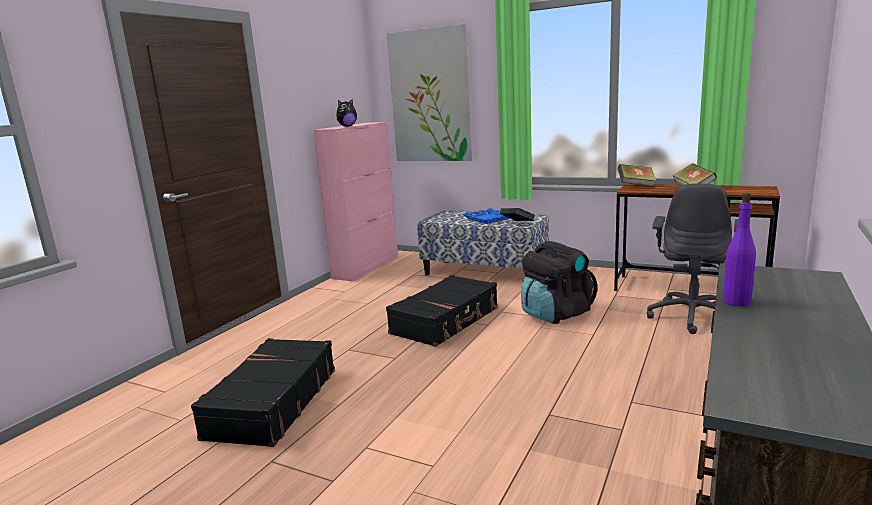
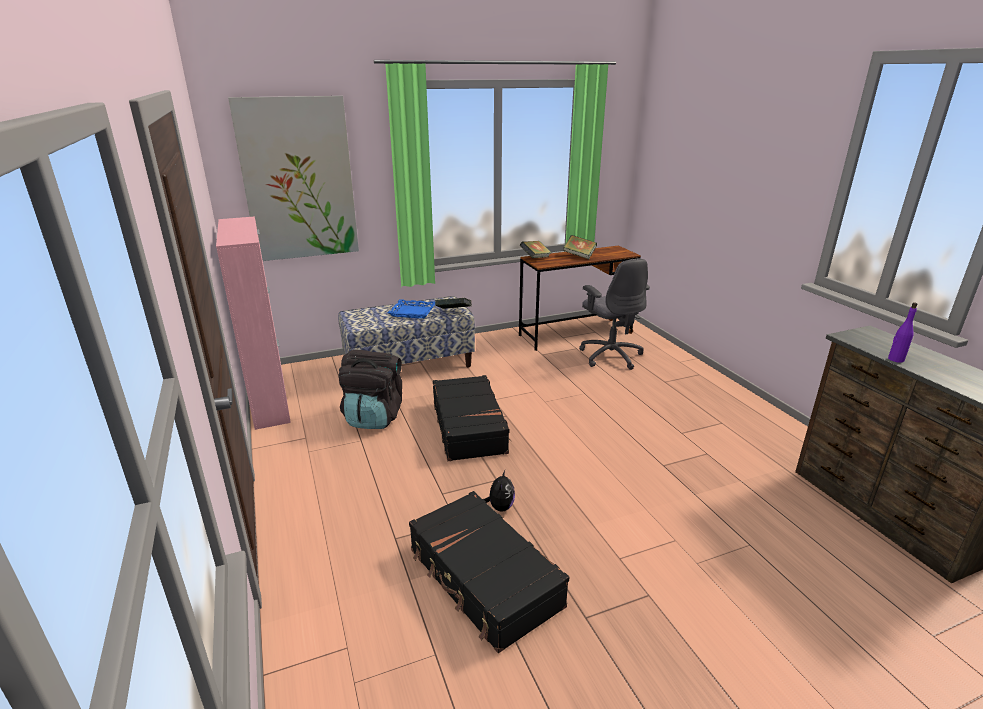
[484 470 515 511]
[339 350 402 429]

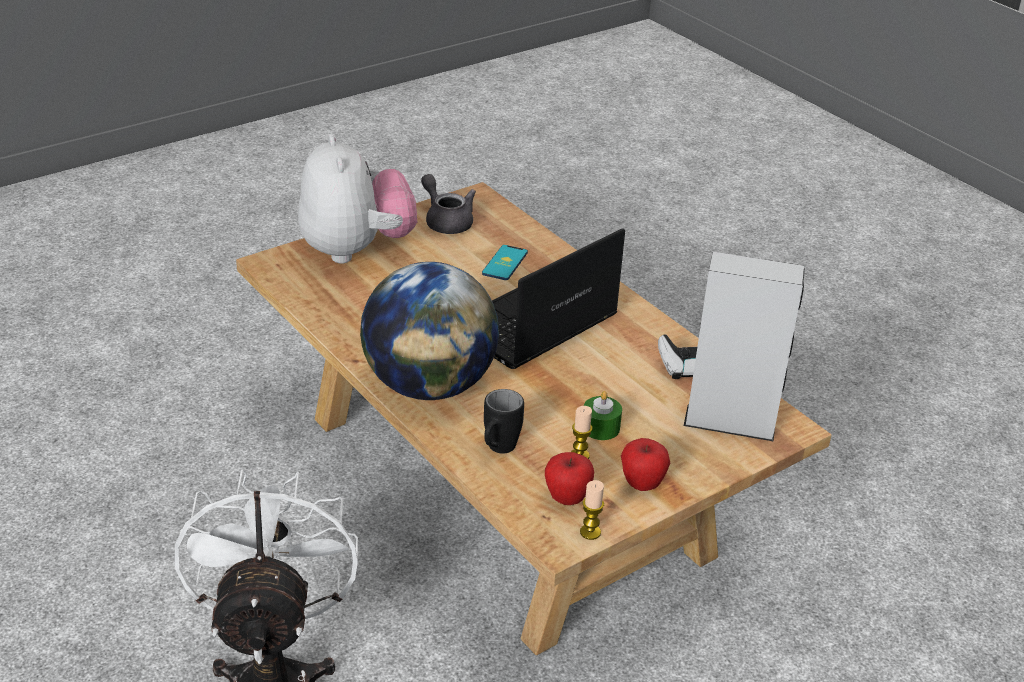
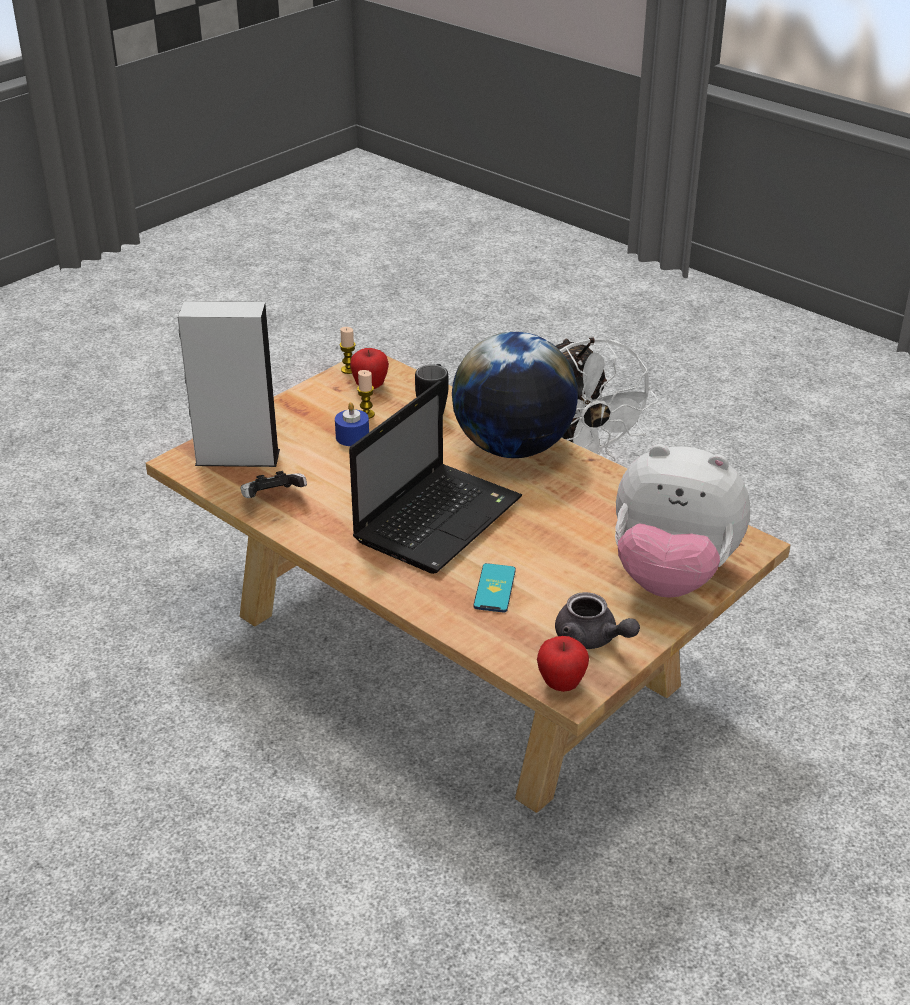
[615 444 750 598]
[335 402 369 446]
[537 636 589 692]

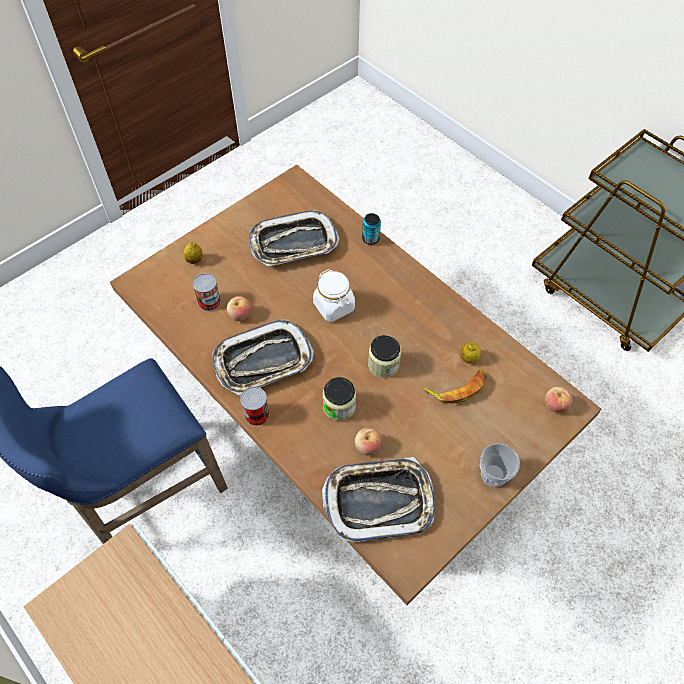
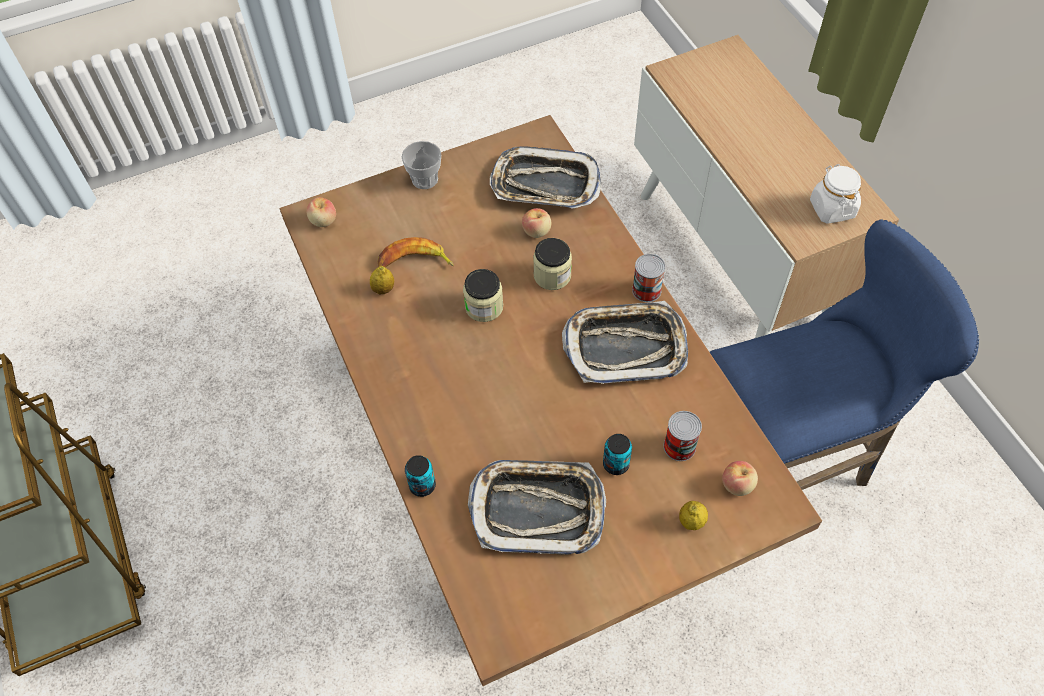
[810 164 861 224]
[722 461 758 496]
[603 434 632 475]

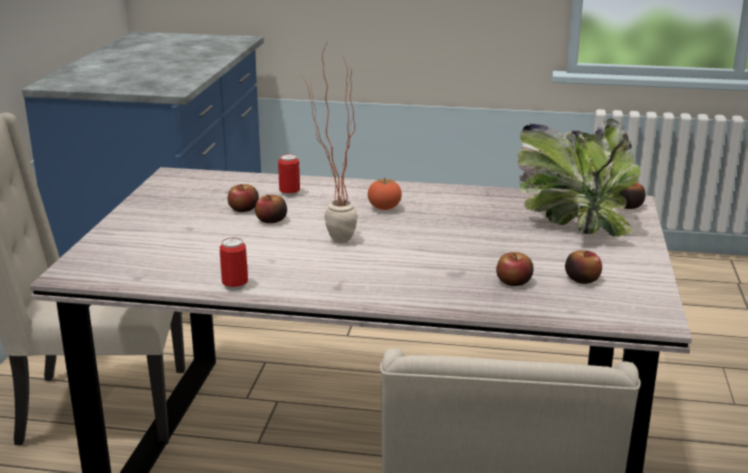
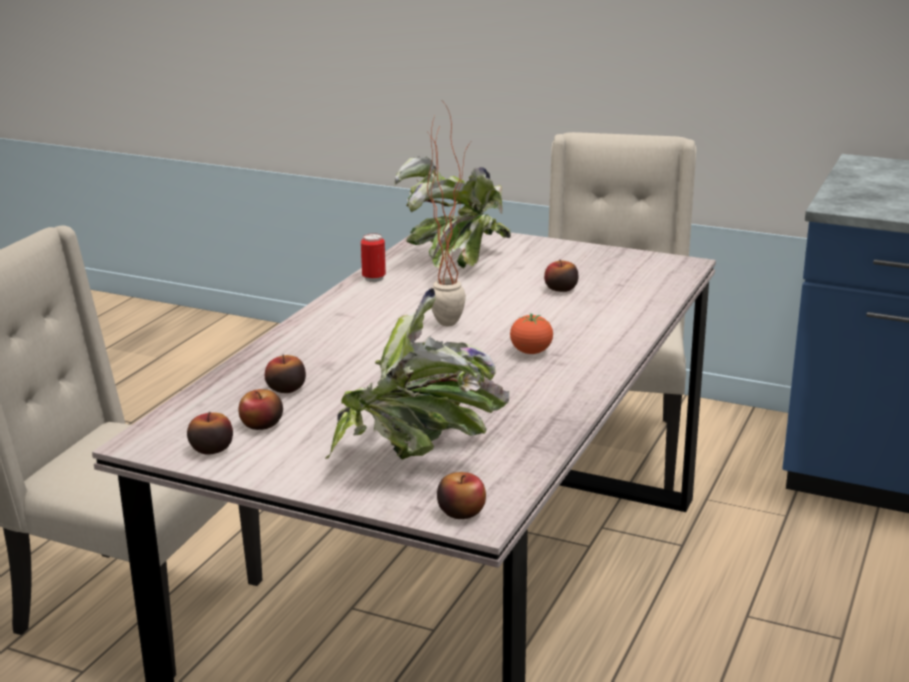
[278 154 300 197] (first image)
[187 412 233 455]
[395 156 511 269]

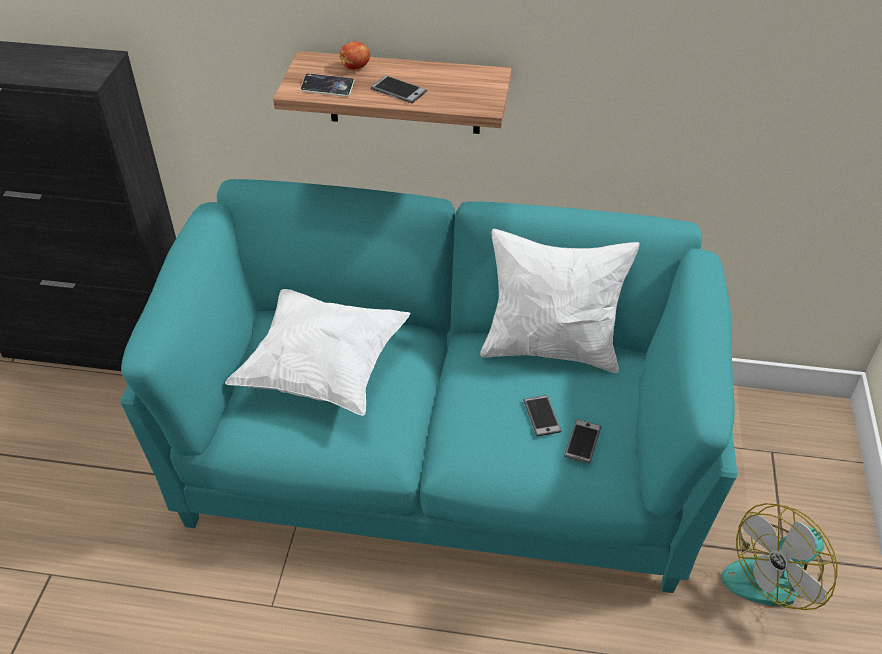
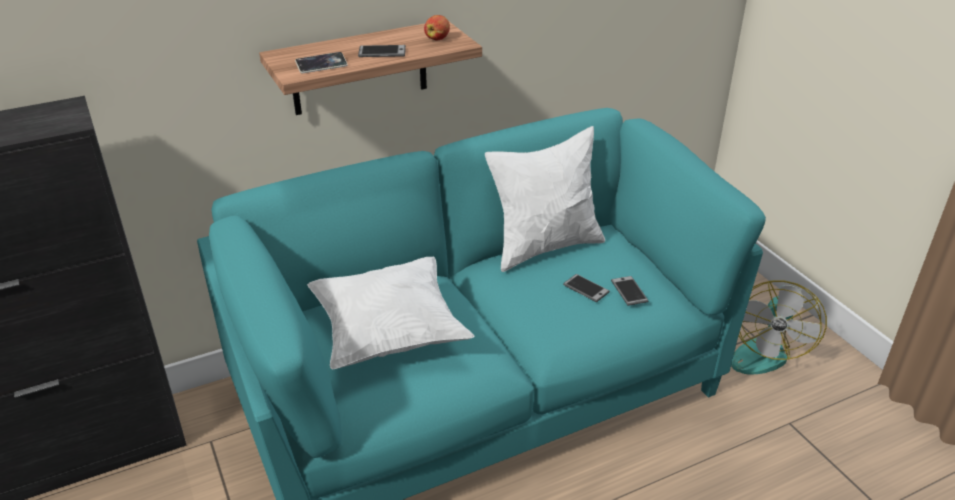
[424 15 450 40]

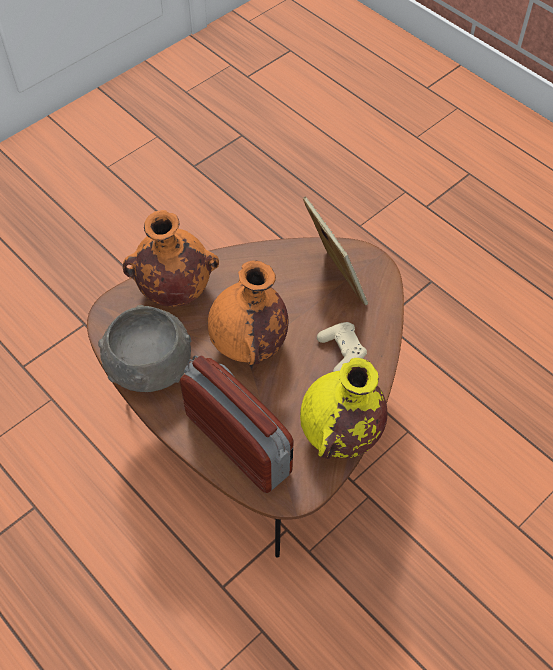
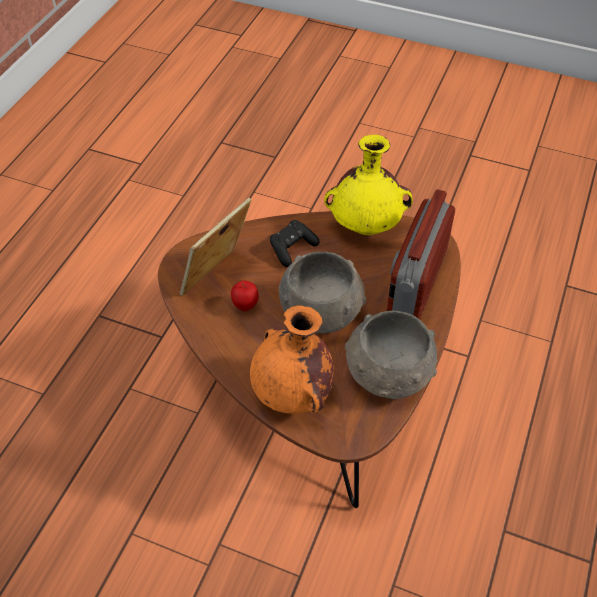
[279 252 366 333]
[270 220 320 267]
[231 281 259 311]

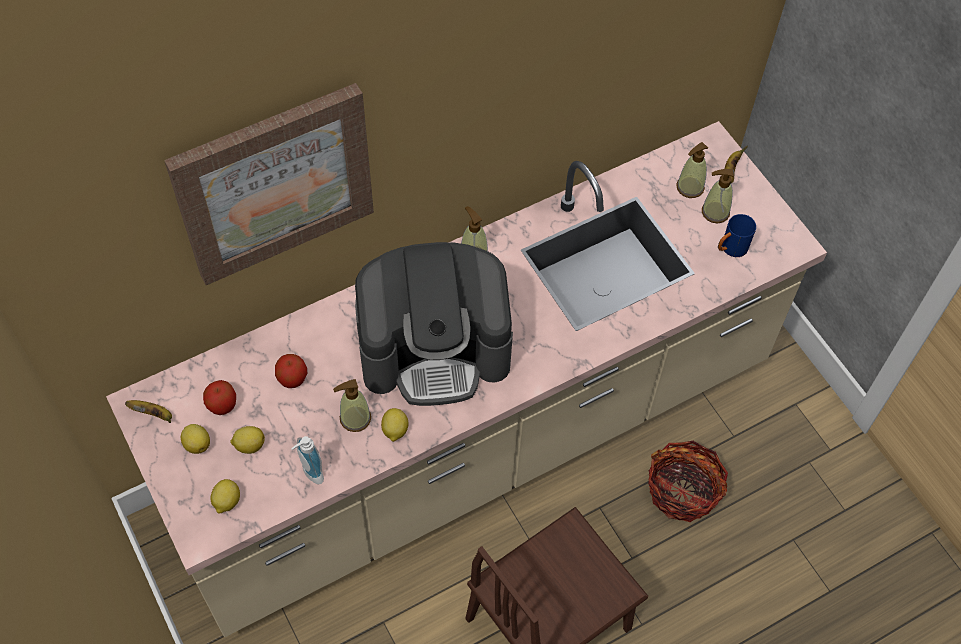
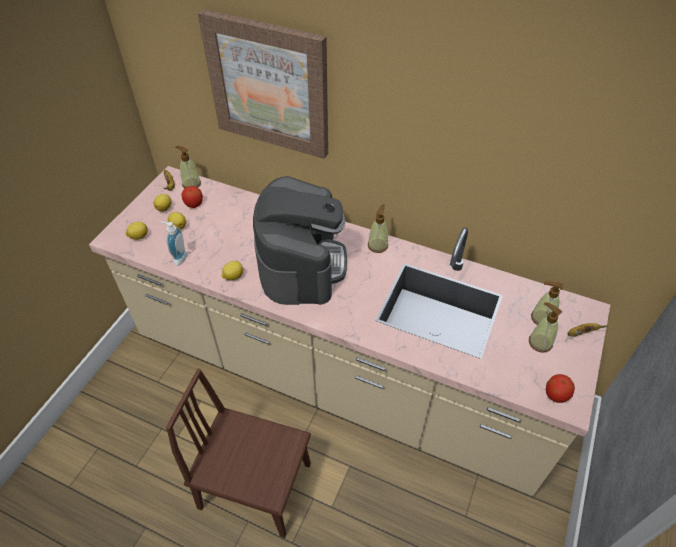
[718 214 756 257] (first image)
[253 176 347 305]
[546 374 575 403]
[175 146 201 188]
[648 441 728 522] (first image)

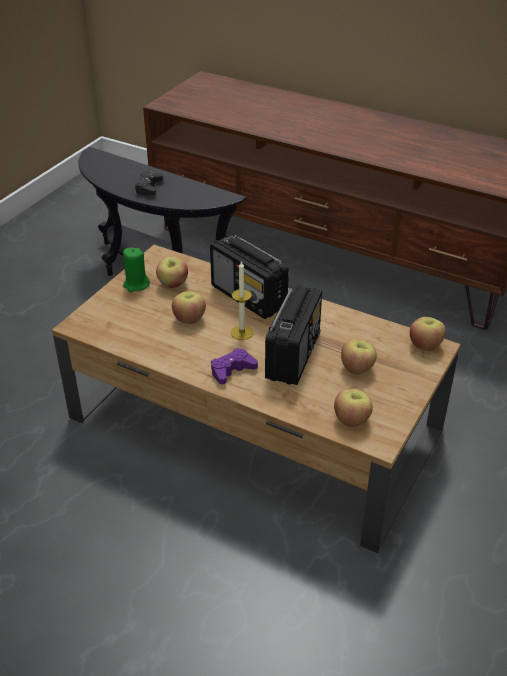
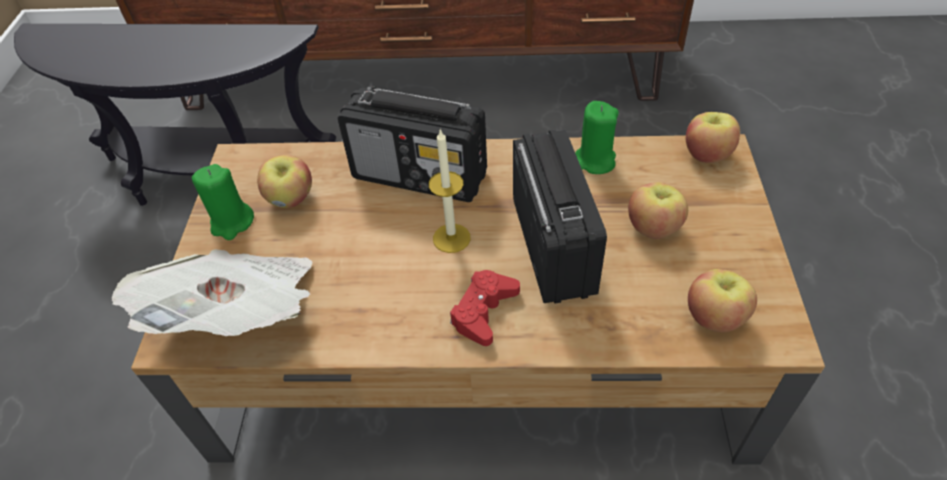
[135 171 163 196] (first image)
[172 291 206 324] (first image)
[450 270 520 346]
[575 101 619 174]
[112 249 313 336]

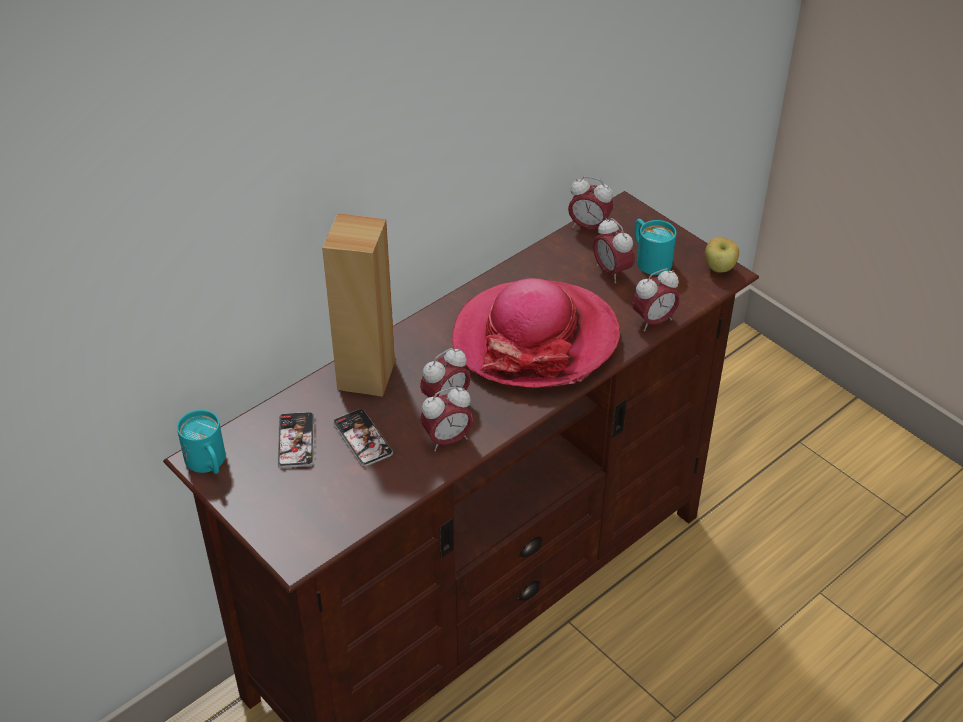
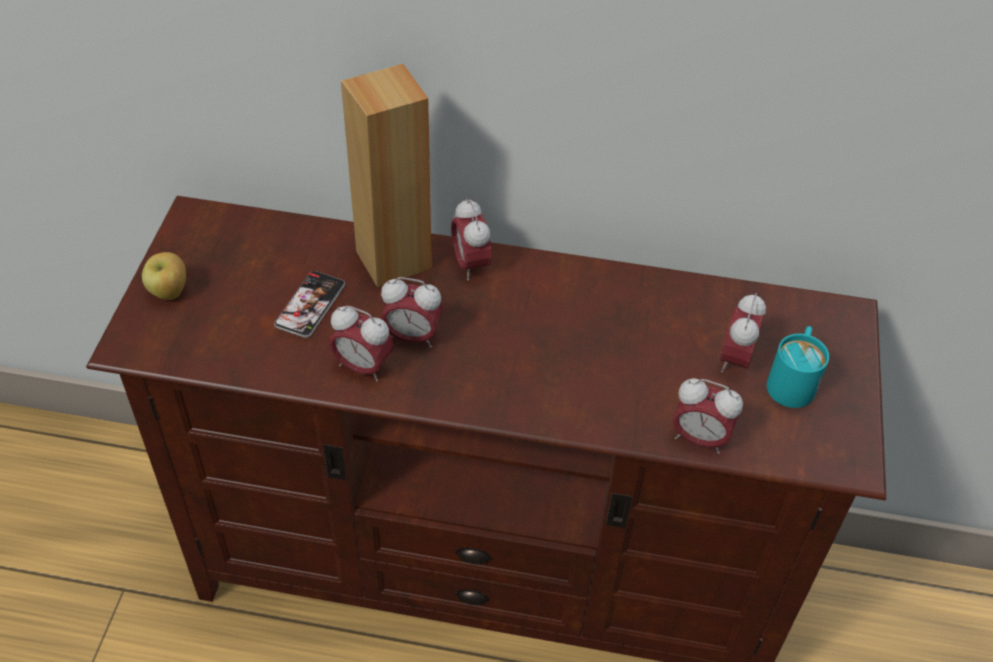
[451 198 492 281]
[142 252 186 300]
[451 278 620 388] (first image)
[177 410 226 474] (first image)
[278 412 314 468] (first image)

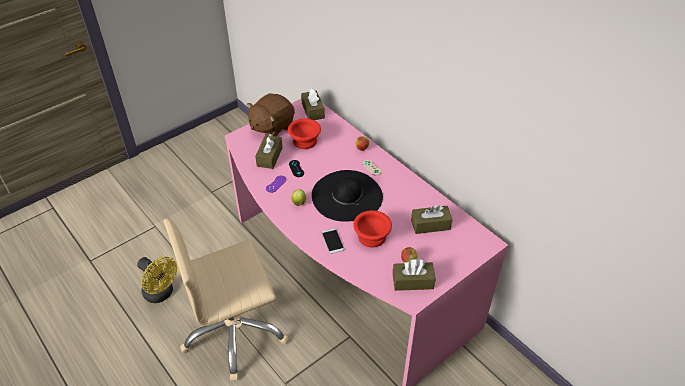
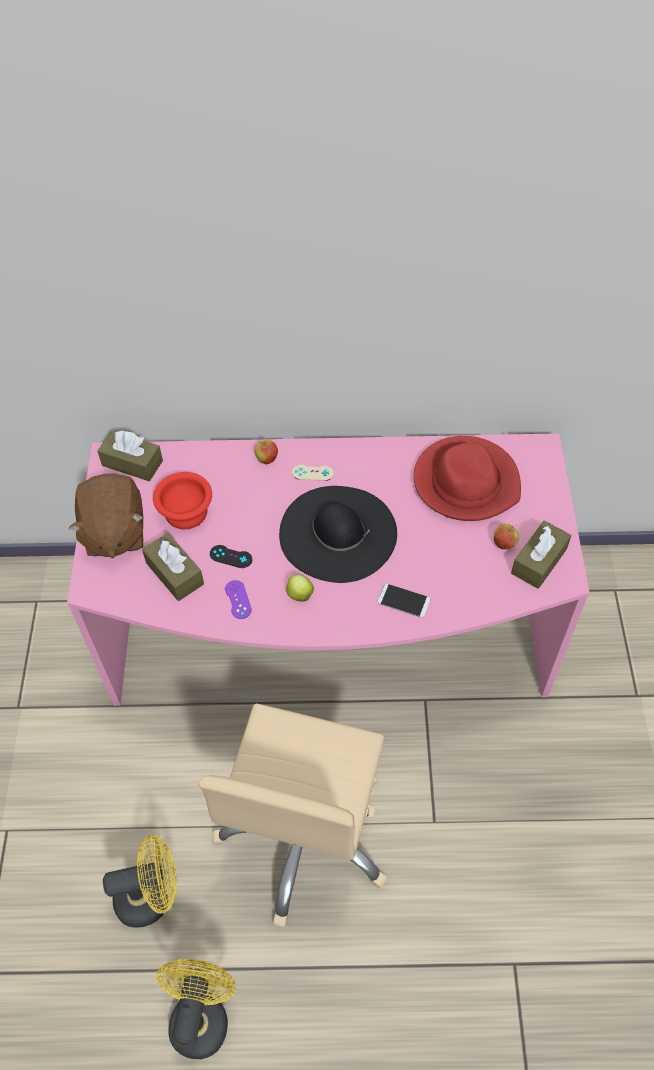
[414 436 521 521]
[353 210 392 247] (first image)
[156 959 236 1059]

